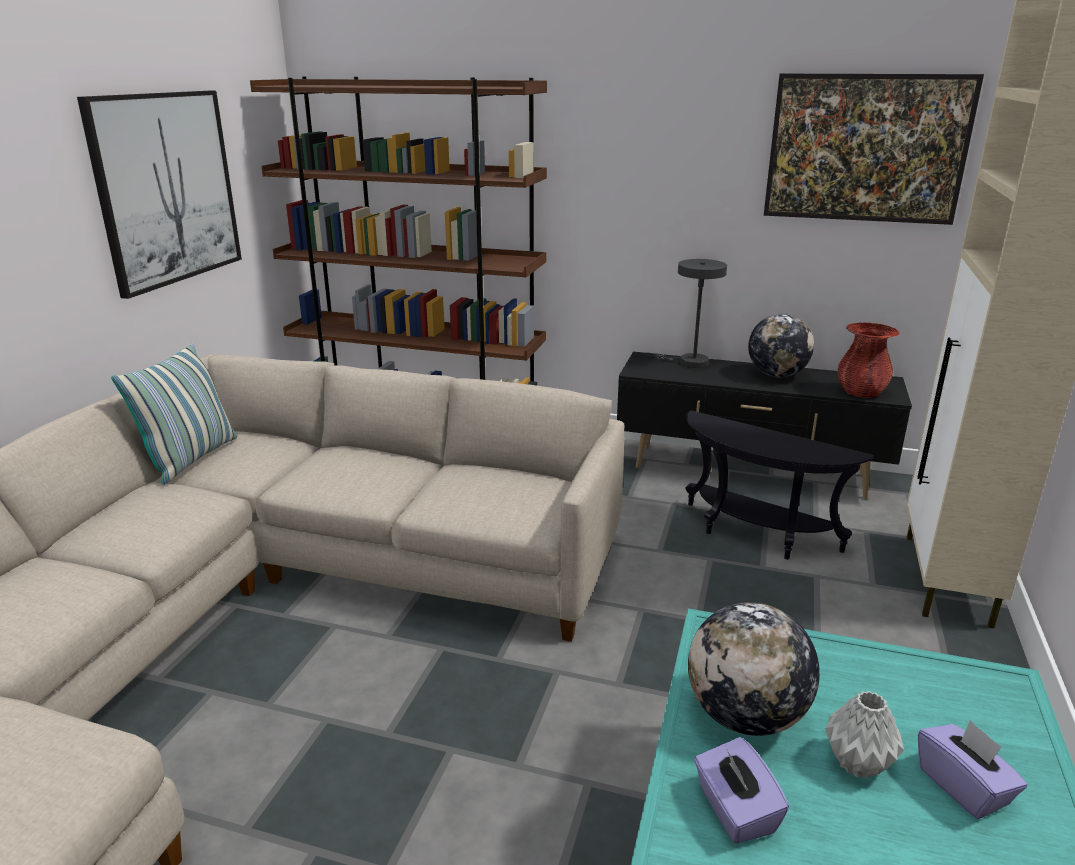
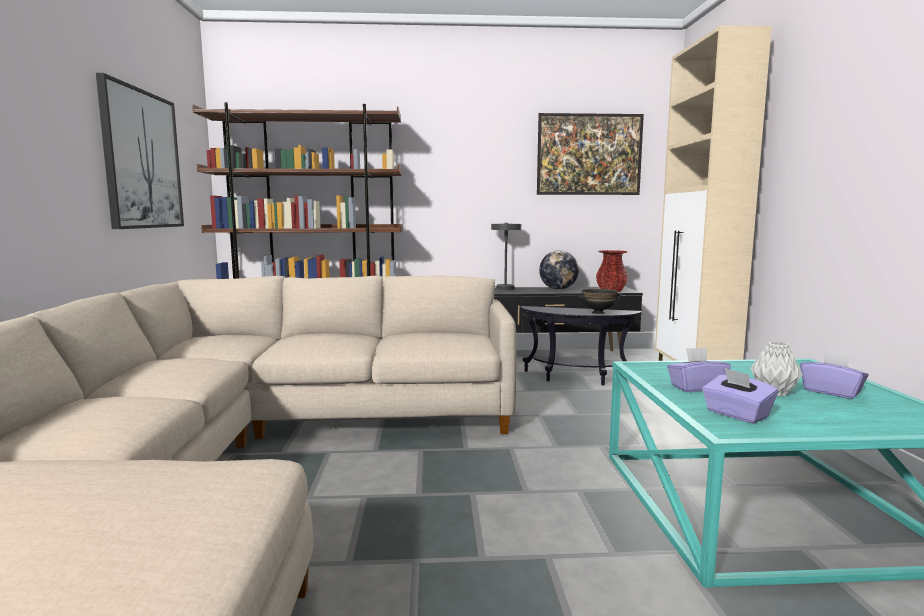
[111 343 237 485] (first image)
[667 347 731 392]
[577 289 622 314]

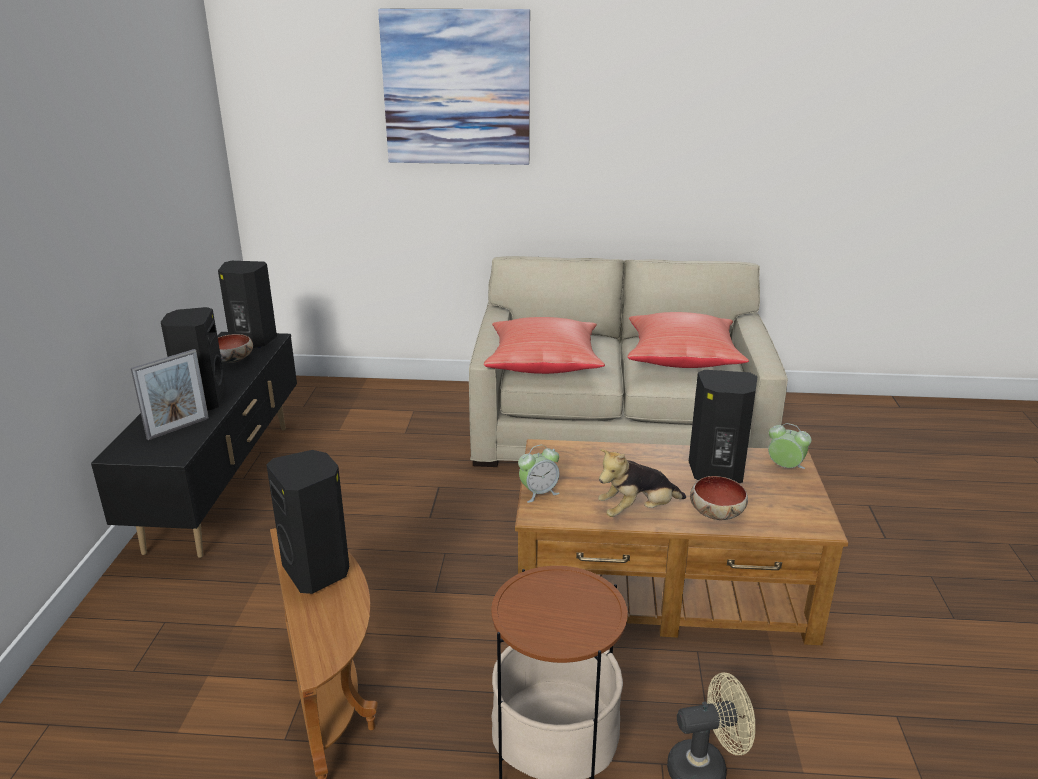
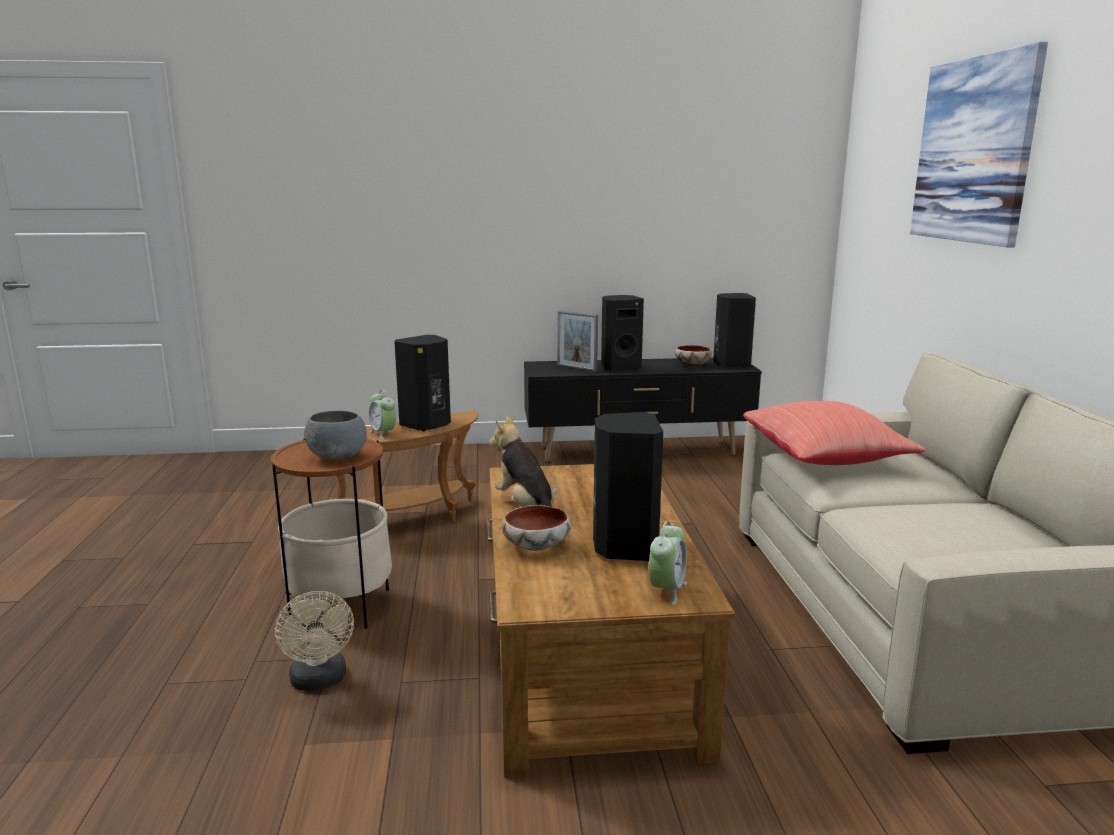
[628 312 749 368] (first image)
[369 390 396 439]
[304 410 367 459]

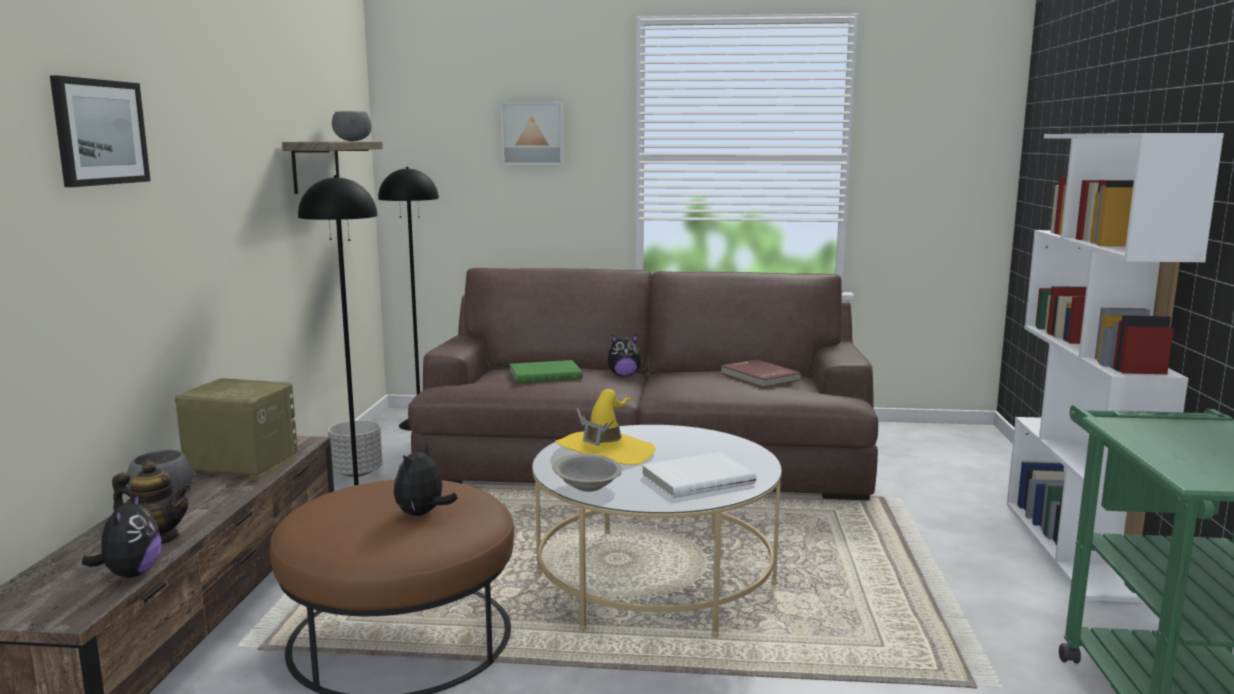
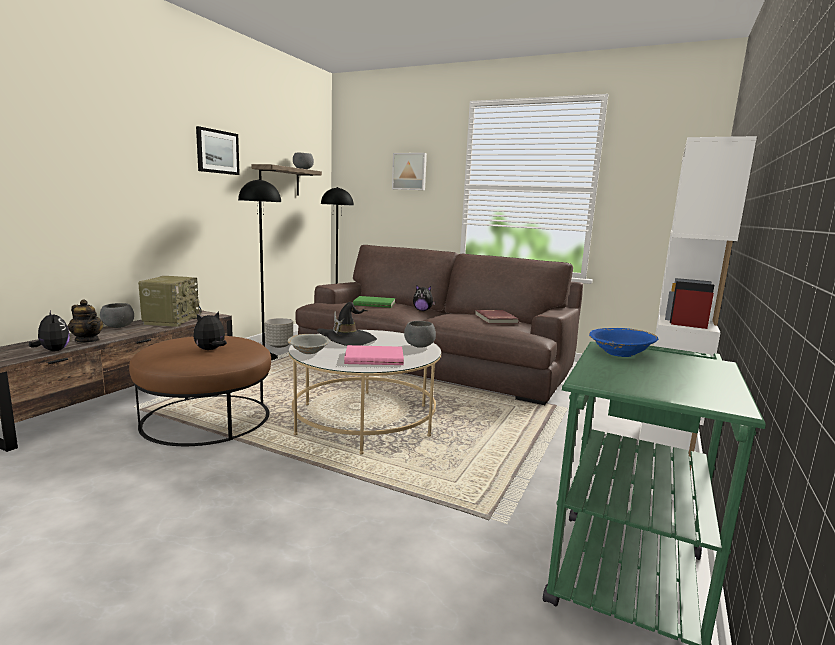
[196 126 240 175]
[138 276 202 327]
[317 302 377 346]
[344 345 404 365]
[29 310 70 351]
[404 321 436 348]
[589 328 658 357]

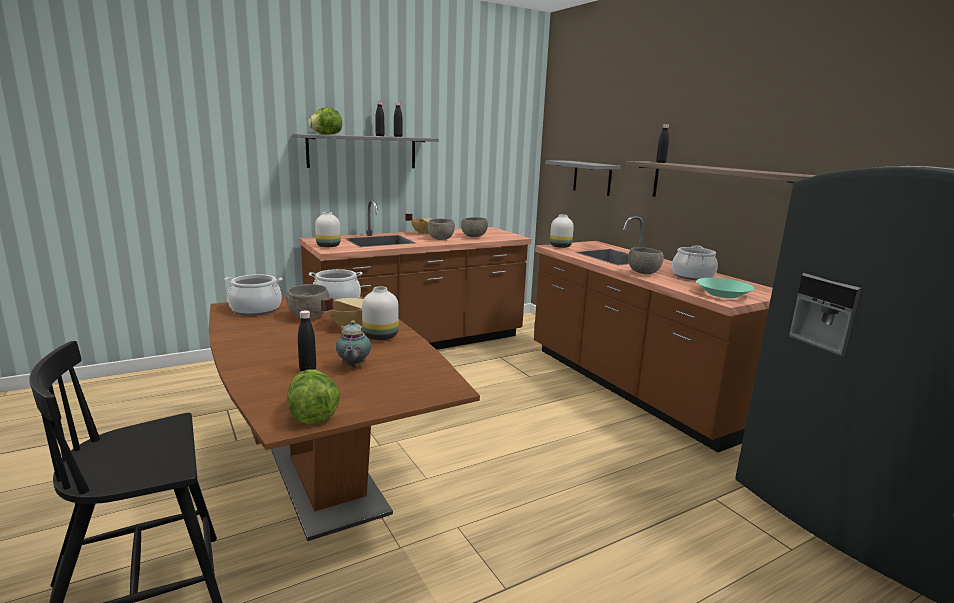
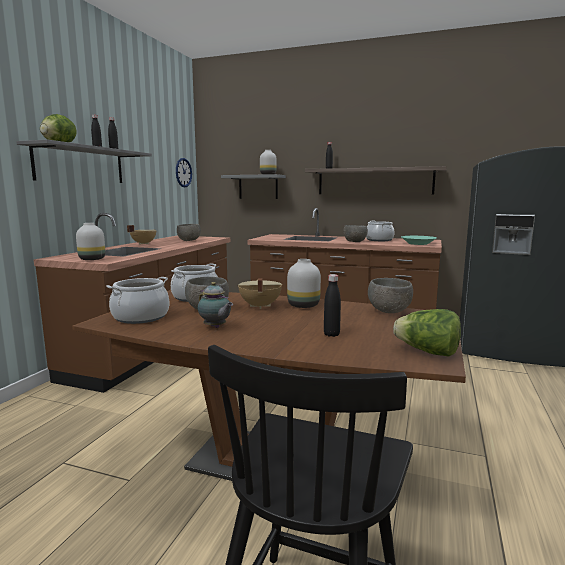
[260 150 277 175]
[368 278 413 313]
[198 282 233 328]
[176 158 192 187]

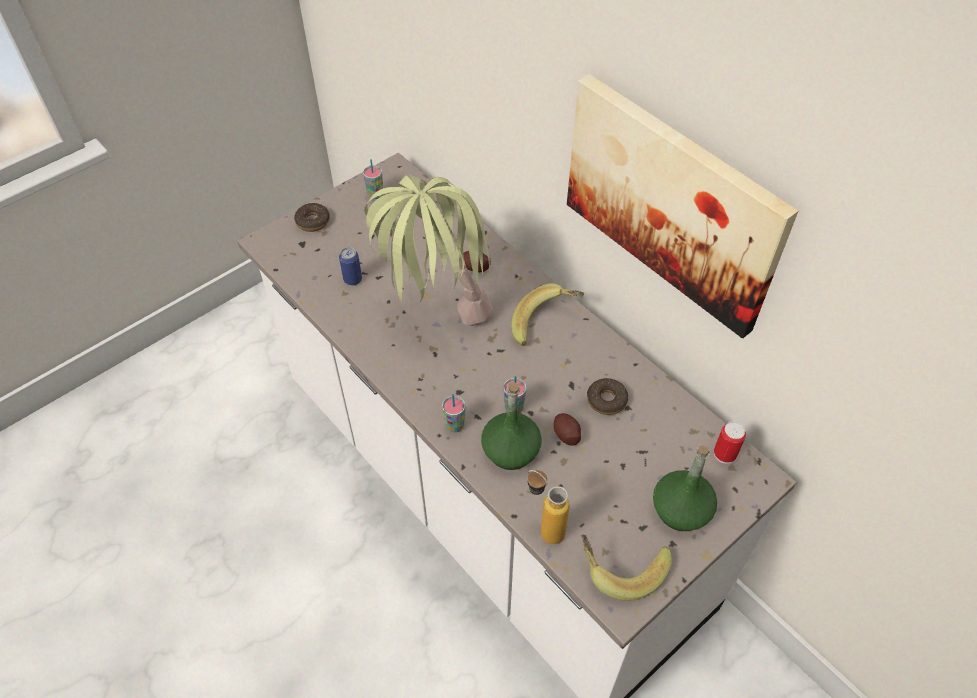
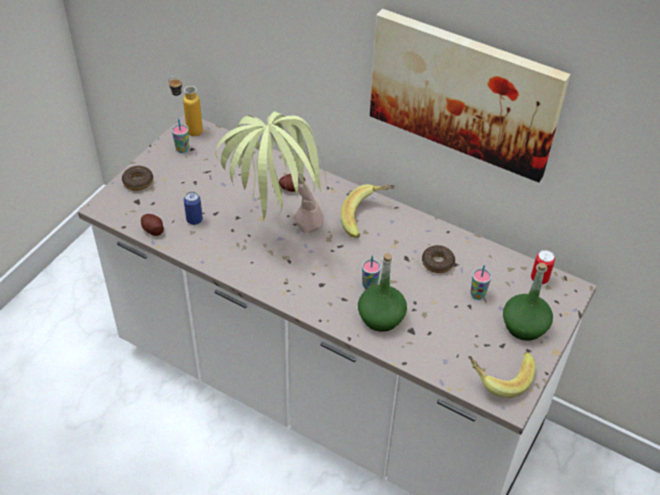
[470 265 492 300]
[141 214 164 236]
[169 76 203 136]

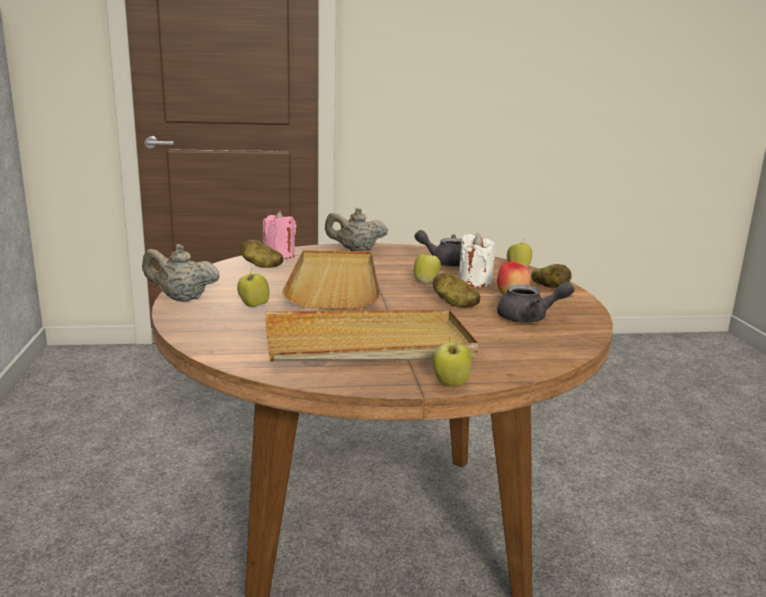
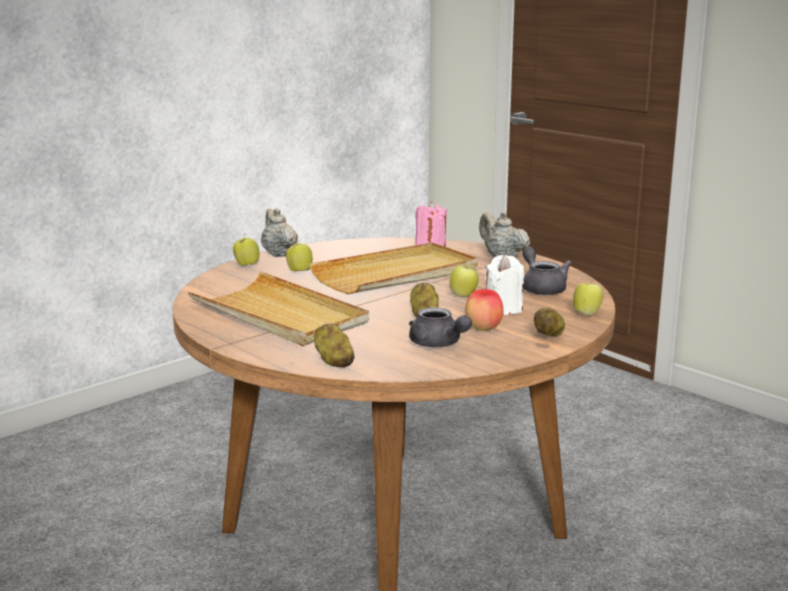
[314 324 355 368]
[233 234 259 266]

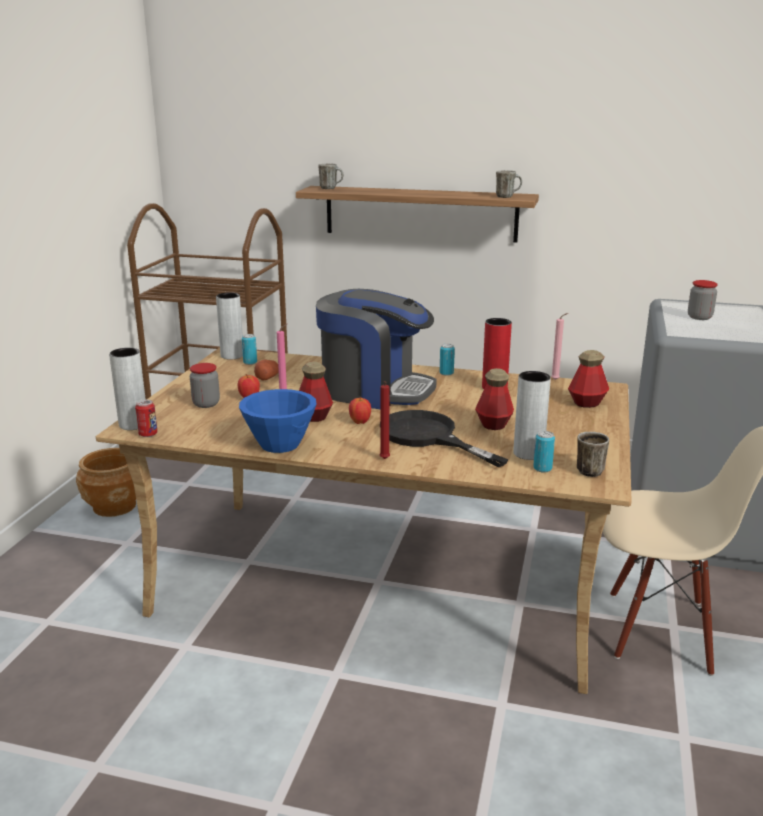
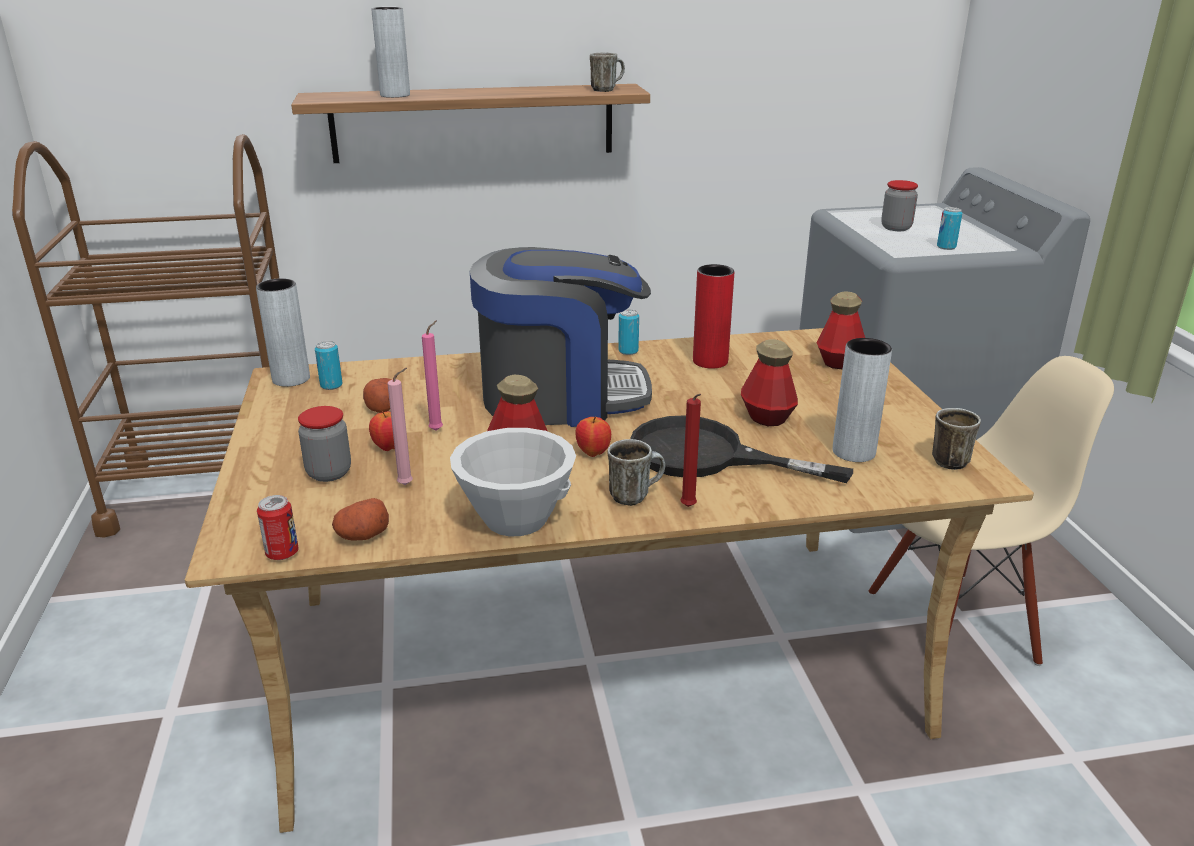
[608 439 665 506]
[387 368 413 485]
[371 7 410 98]
[450 428 576 536]
[937 207 962 250]
[76 448 136 517] (first image)
[332 498 389 541]

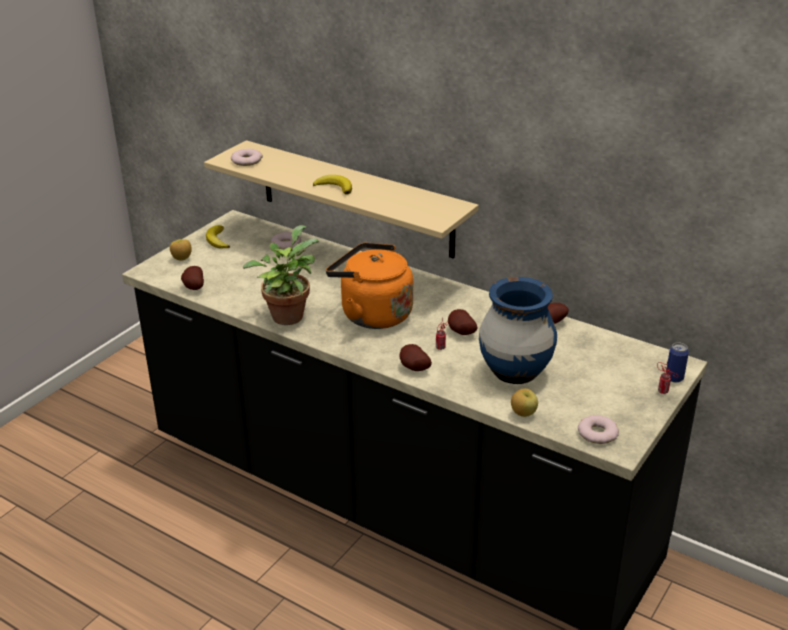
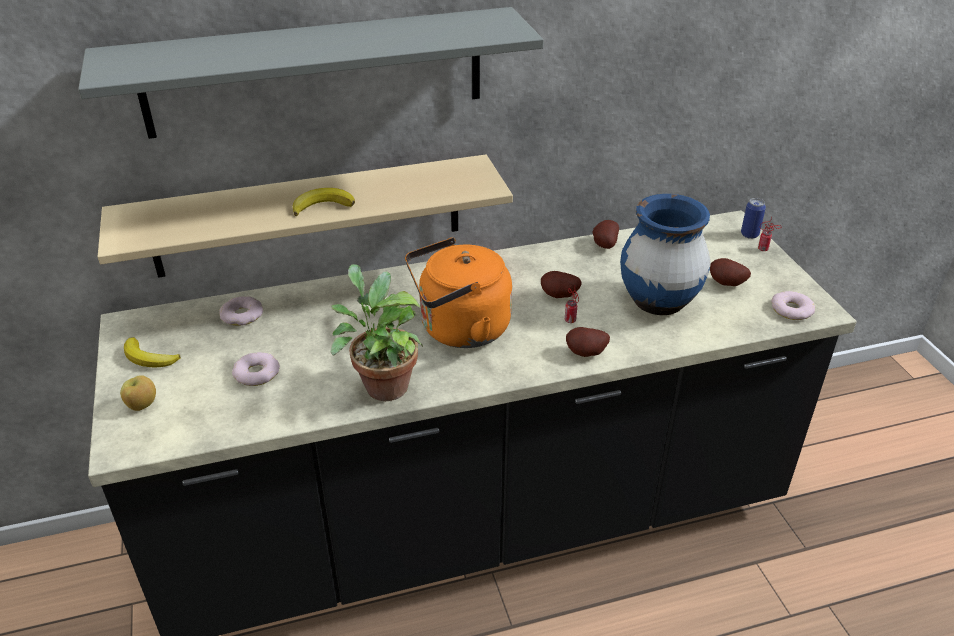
[232 352 280 386]
[710 258 751 286]
[511 389 538 417] (first image)
[78 7 544 139]

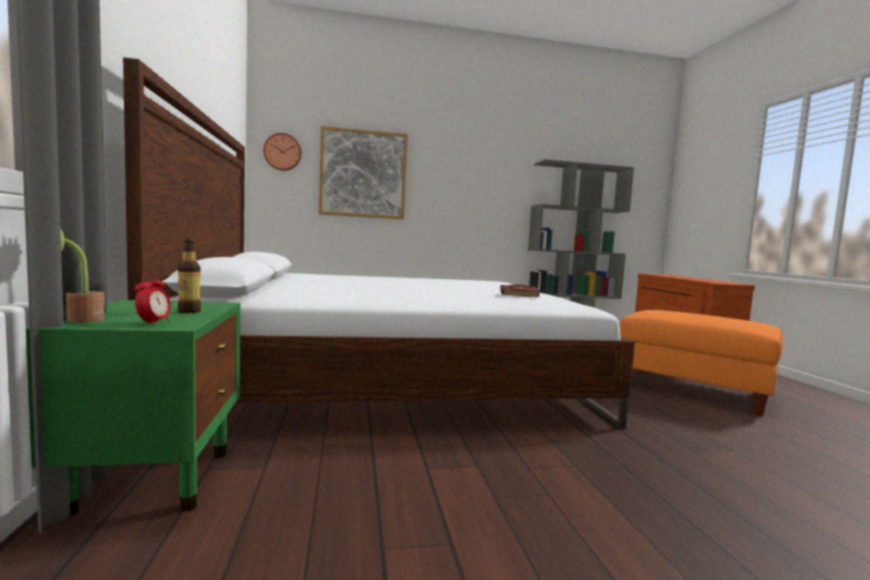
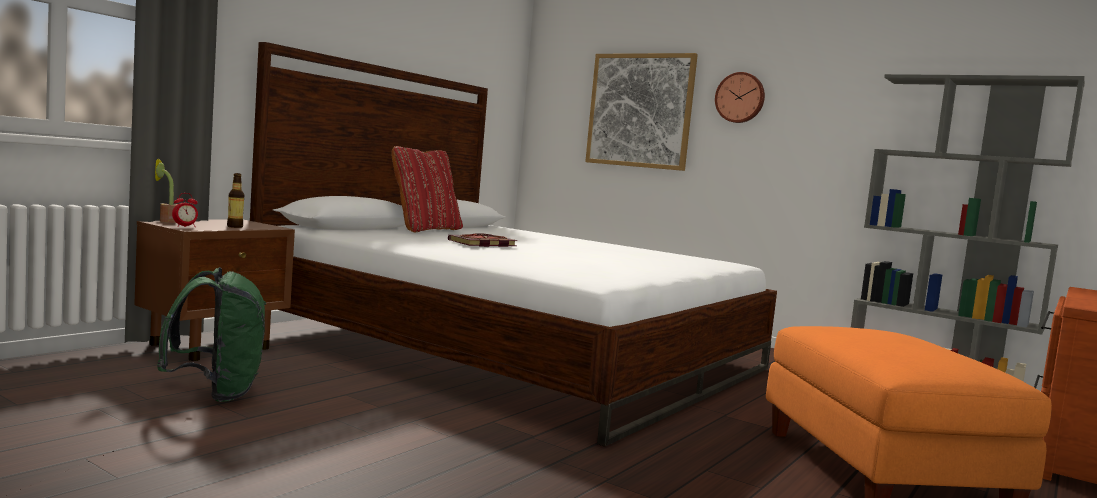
[715 72 765 123]
[448 233 518 247]
[134 219 295 361]
[392 146 463 233]
[157 267 266 402]

